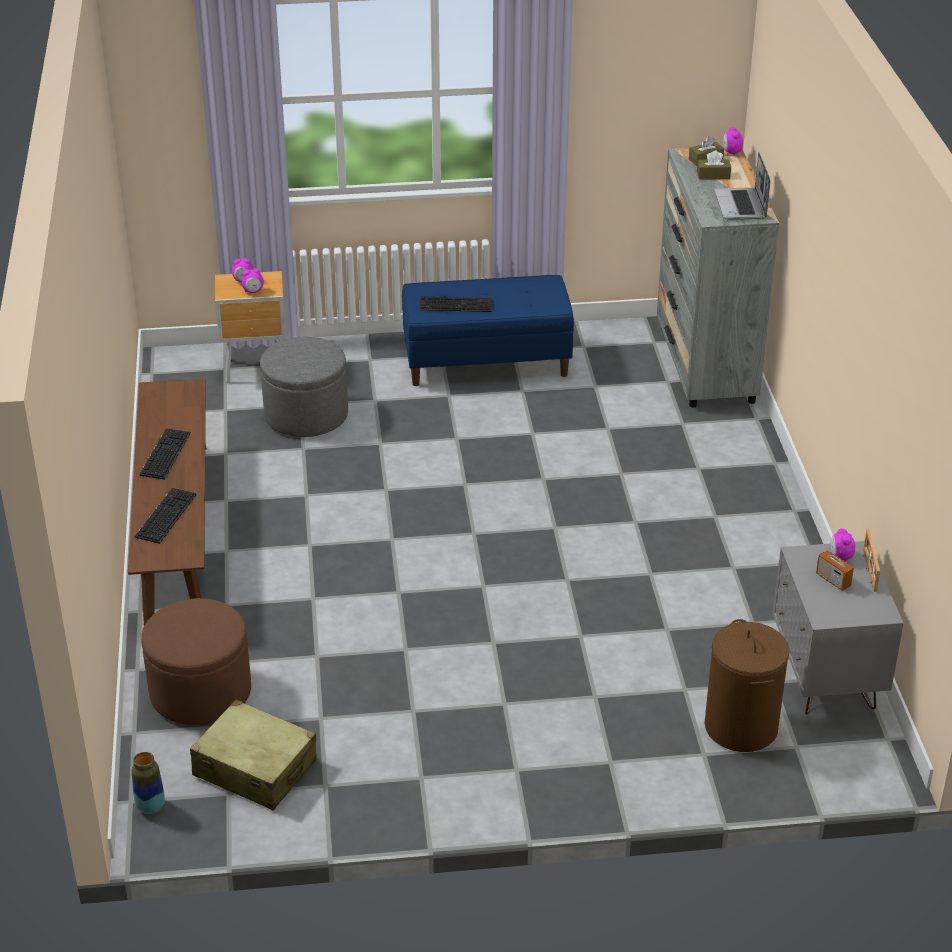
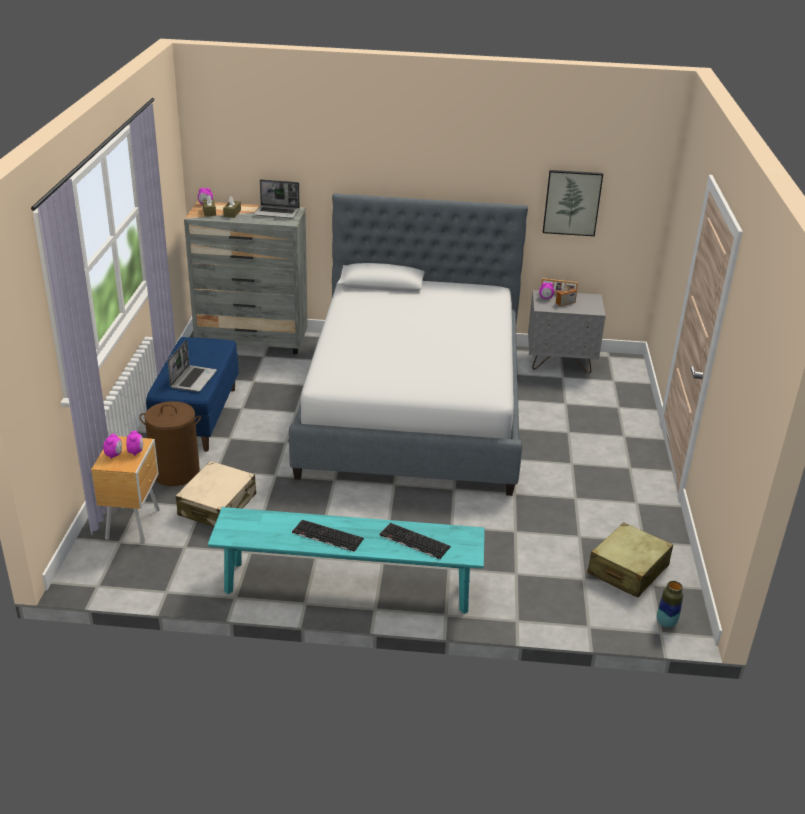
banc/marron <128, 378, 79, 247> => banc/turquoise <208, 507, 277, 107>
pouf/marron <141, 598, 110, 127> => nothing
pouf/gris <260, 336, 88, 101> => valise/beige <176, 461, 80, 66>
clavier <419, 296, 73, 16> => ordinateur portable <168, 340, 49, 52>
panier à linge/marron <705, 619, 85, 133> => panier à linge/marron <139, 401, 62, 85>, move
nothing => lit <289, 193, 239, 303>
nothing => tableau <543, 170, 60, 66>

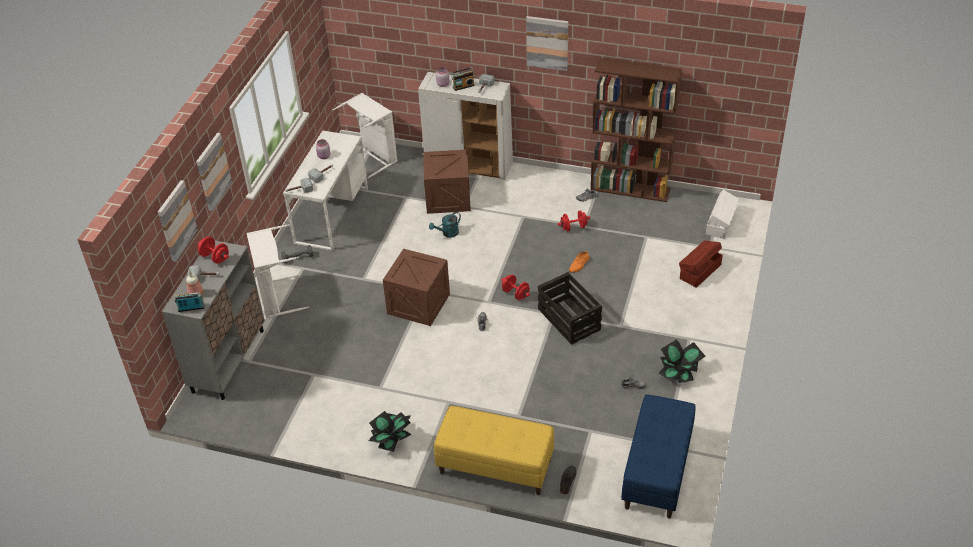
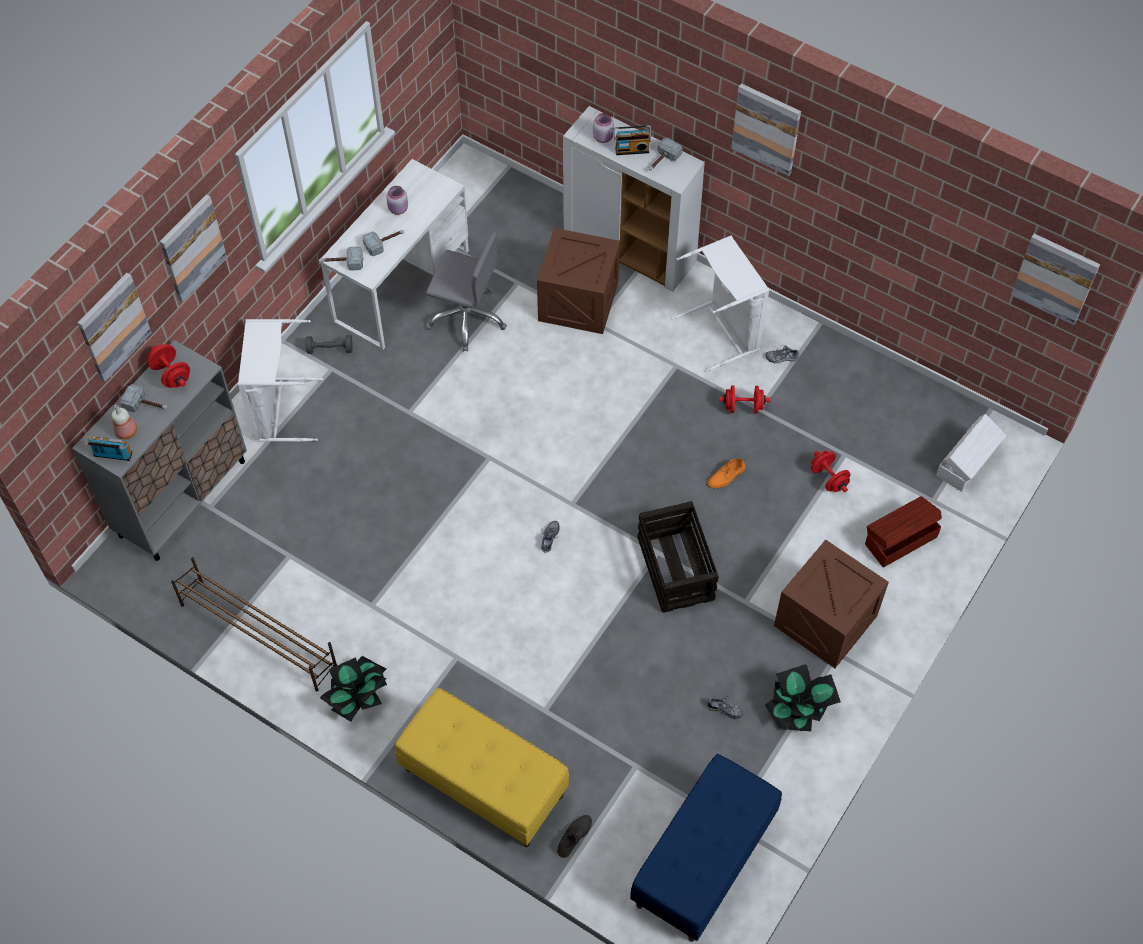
panier à linge/blanc <333, 93, 64, 85> => panier à linge/blanc <672, 235, 97, 137>, move
caisse <383, 249, 67, 77> => caisse <774, 540, 115, 128>, move
arrosoir/turquoise <429, 212, 32, 26> => nothing
haltère/rouge <502, 275, 28, 25> => haltère/rouge <811, 451, 39, 41>, move
bibliothèque/marron <591, 58, 91, 144> => nothing
nothing => étagère à chaussures/marron <171, 557, 166, 135>
nothing => chaise de bureau/gris <426, 232, 81, 119>
nothing => tableau <1011, 233, 89, 92>

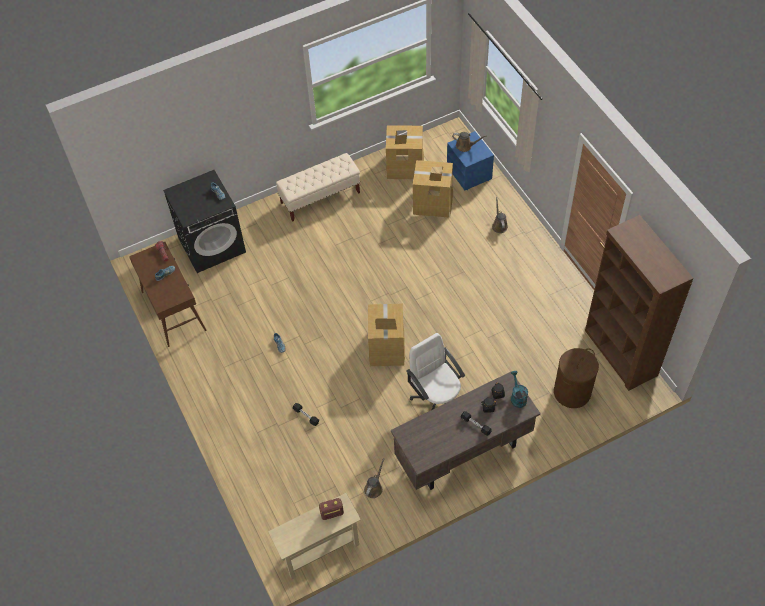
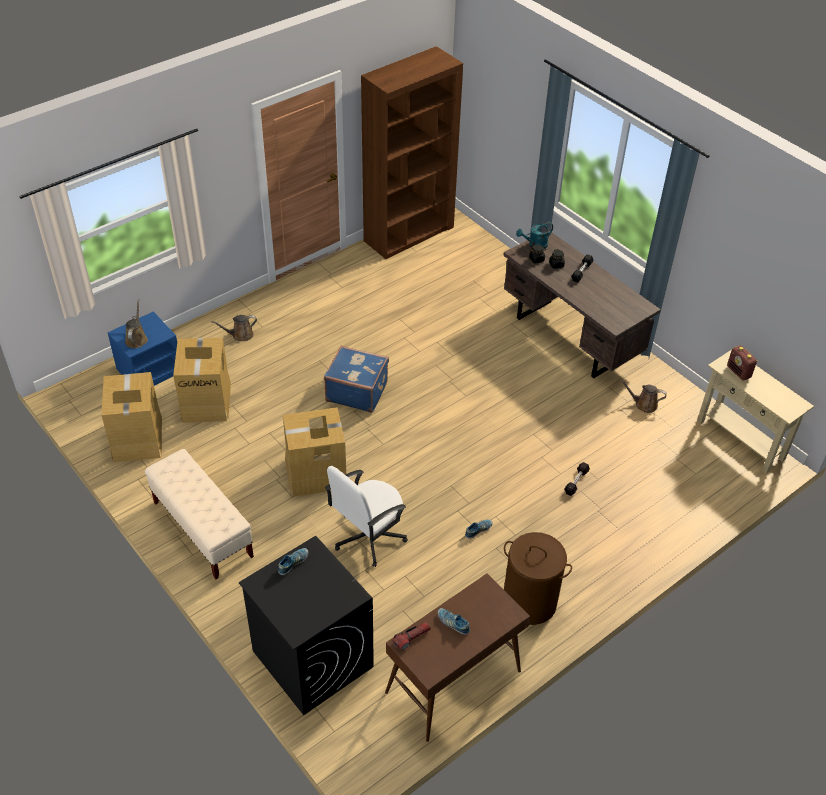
carton <368, 304, 37, 62> => carton <283, 407, 63, 90>, move
chaise de bureau/blanc <406, 333, 59, 77> => chaise de bureau/blanc <325, 466, 83, 101>, move
panier à linge/marron <554, 348, 45, 60> => panier à linge/marron <504, 532, 68, 93>, move
nothing => valise/bleu <324, 346, 65, 67>

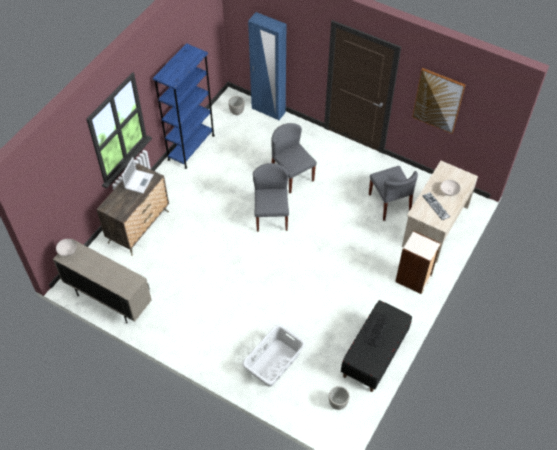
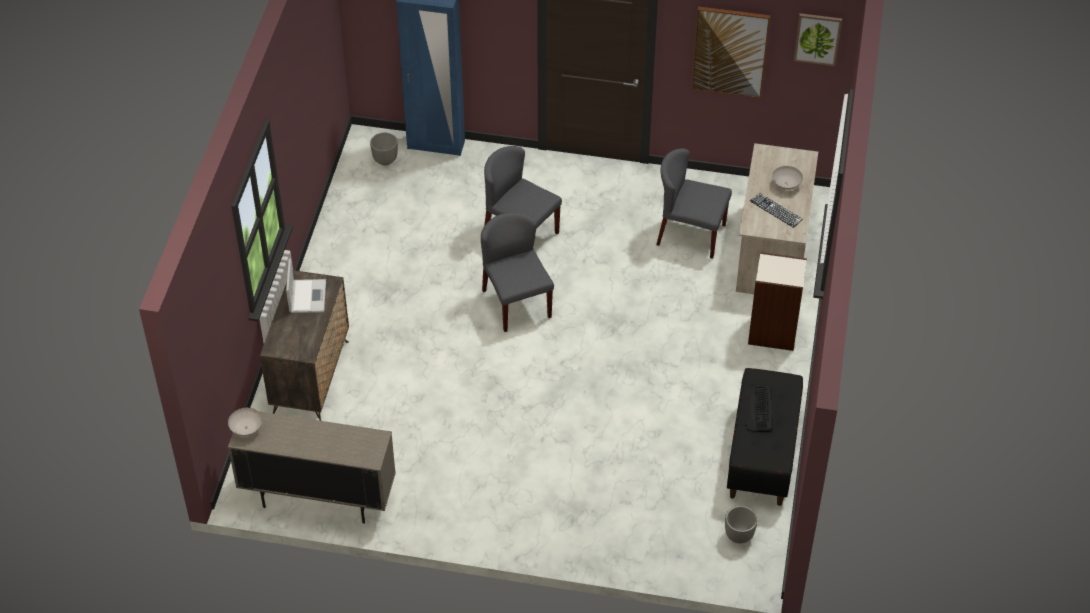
bibliothèque/bleu <153, 43, 62, 126> => nothing
panier à linge/gris <242, 324, 63, 63> => nothing
chaise/gris <369, 166, 49, 55> => chaise/gris <656, 148, 76, 111>, 150 degrees clockwise
nothing => tableau <794, 13, 48, 53>

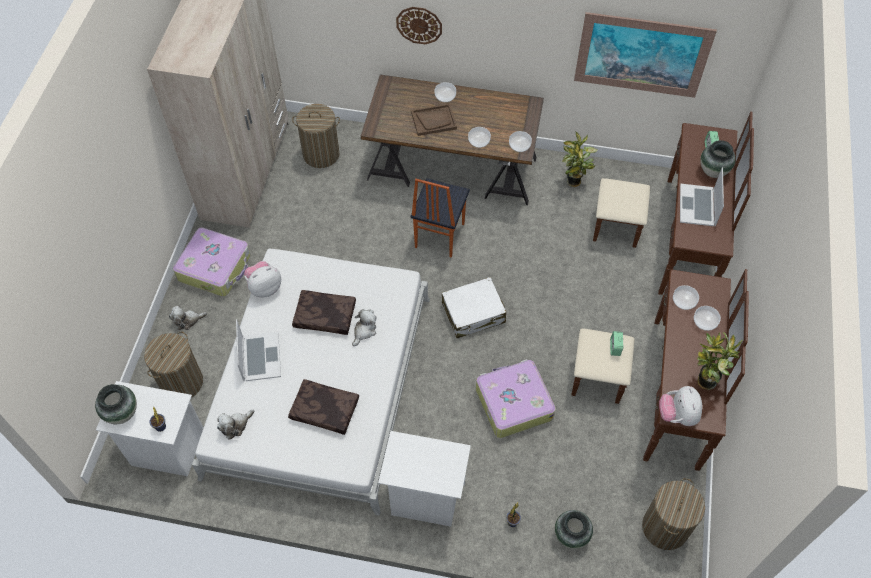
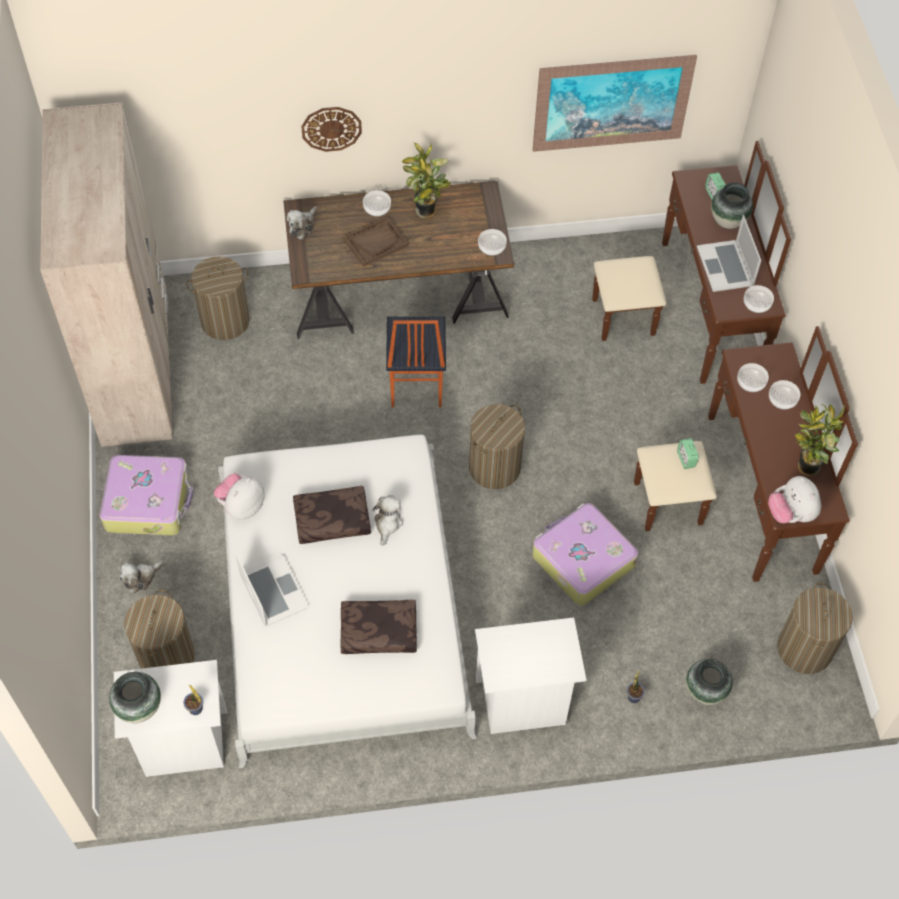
peluche <217, 410, 37, 30> => peluche <287, 206, 30, 34>, move
valise/blanc <442, 277, 64, 61> => panier à linge <469, 404, 56, 85>
bol <468, 127, 23, 21> => bol <744, 285, 30, 28>, move
plante en pot <562, 131, 36, 56> => plante en pot <402, 143, 49, 75>, move

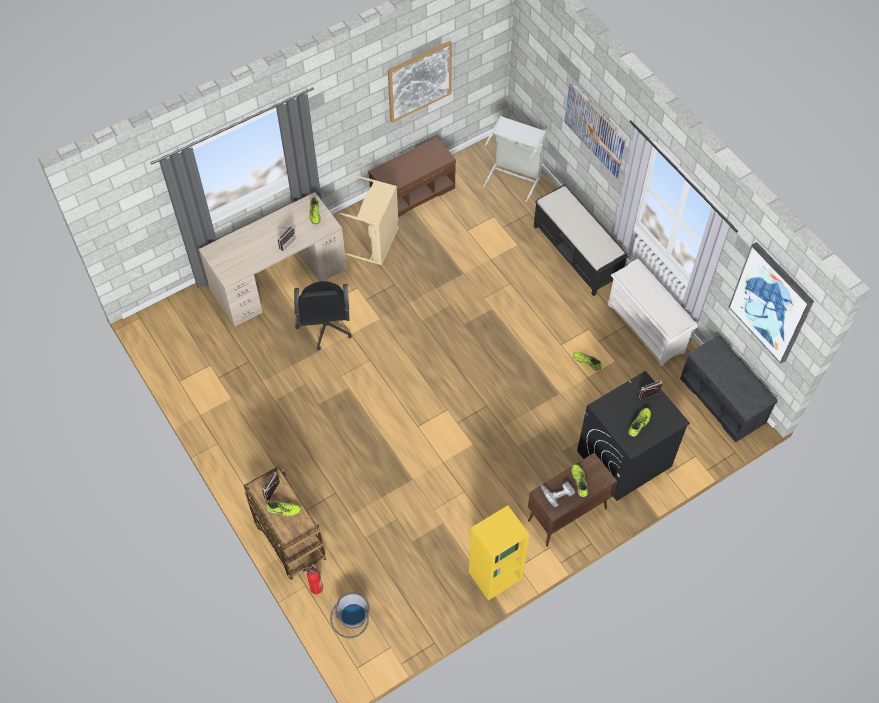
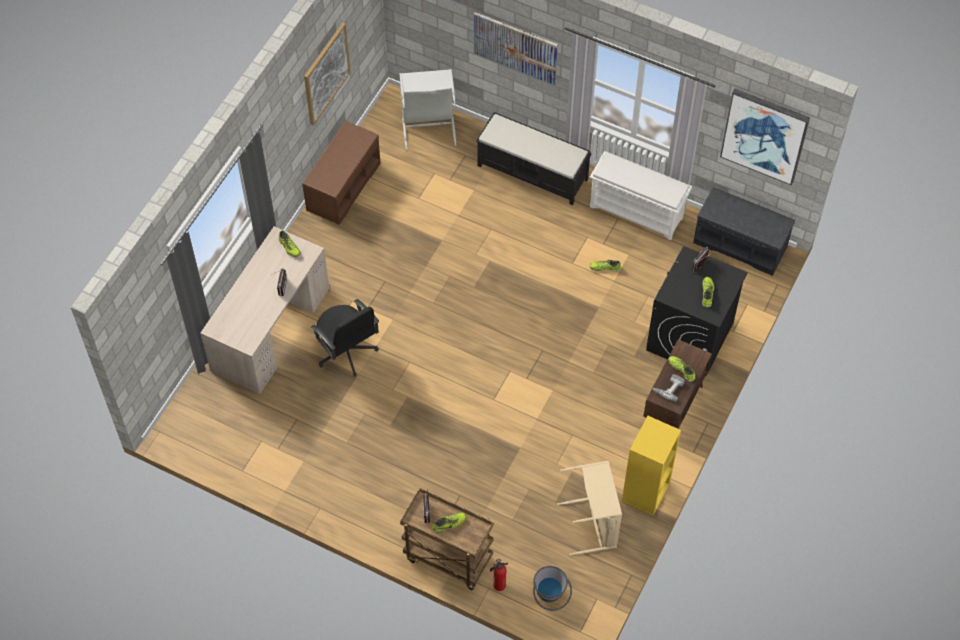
panier à linge/beige <339, 176, 60, 89> => panier à linge/beige <557, 461, 65, 94>, move

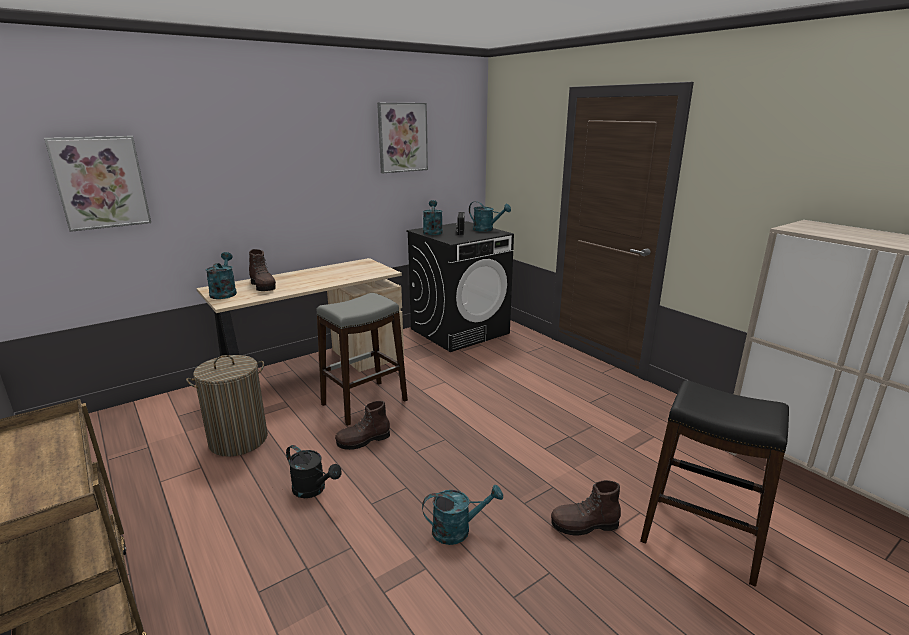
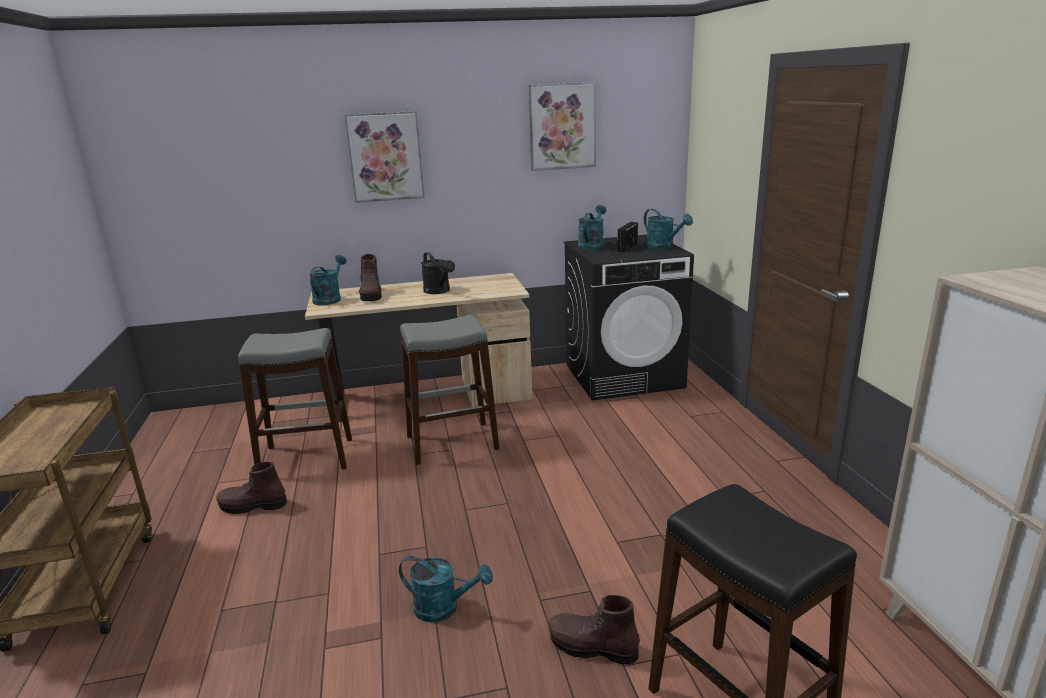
tableau <44, 136, 107, 96> => tableau <344, 111, 80, 92>, move
panier à linge <186, 355, 82, 102> => tabouret/gris <238, 328, 114, 141>
arrosoir/noir <286, 445, 56, 53> => arrosoir/noir <421, 252, 34, 42>, move
botte/marron <335, 401, 55, 49> => botte/marron <216, 462, 71, 52>, move

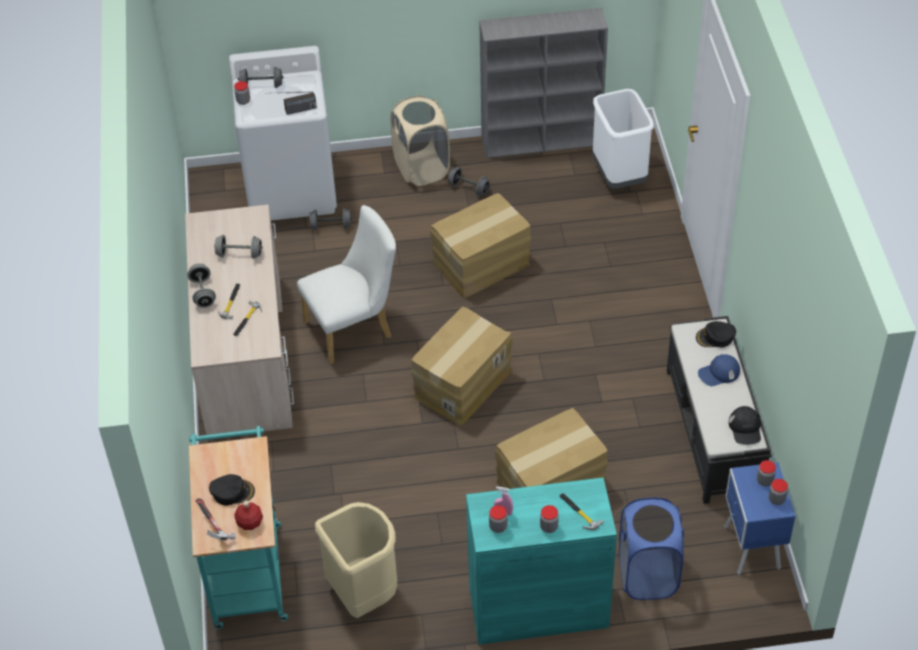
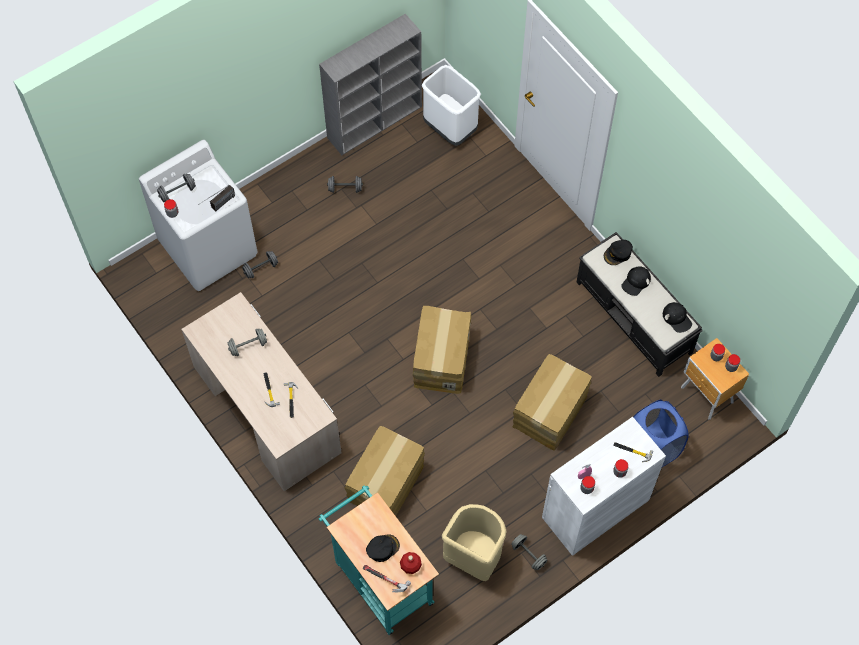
haltère/gris <188, 263, 28, 45> => haltère/gris <511, 534, 36, 36>, move
chaise/blanc <297, 205, 99, 159> => nothing
panier à linge/beige <390, 95, 60, 91> => nothing
carton <430, 193, 101, 105> => carton <345, 426, 80, 90>, move
meuble de rangement/turquoise <466, 477, 151, 168> => meuble de rangement/blanc <542, 417, 124, 139>
casquette/bleu <698, 354, 42, 32> => casquette/noir <621, 266, 30, 30>
table de chevet/bleu <724, 462, 72, 113> => table de chevet/marron <681, 338, 68, 82>

